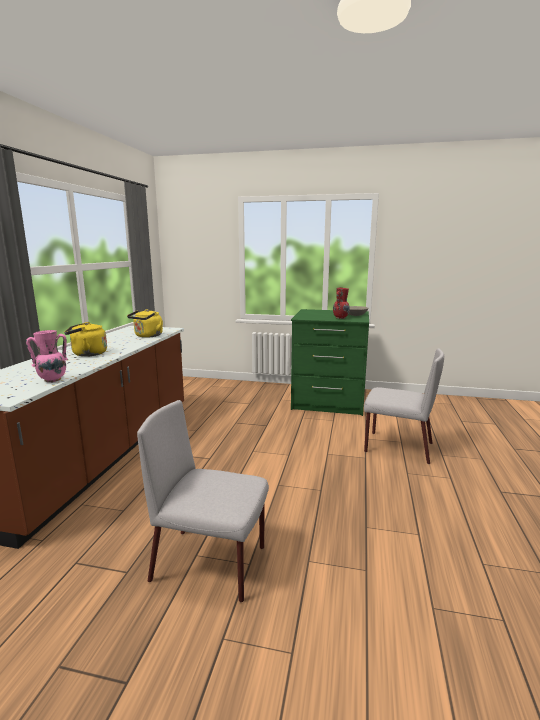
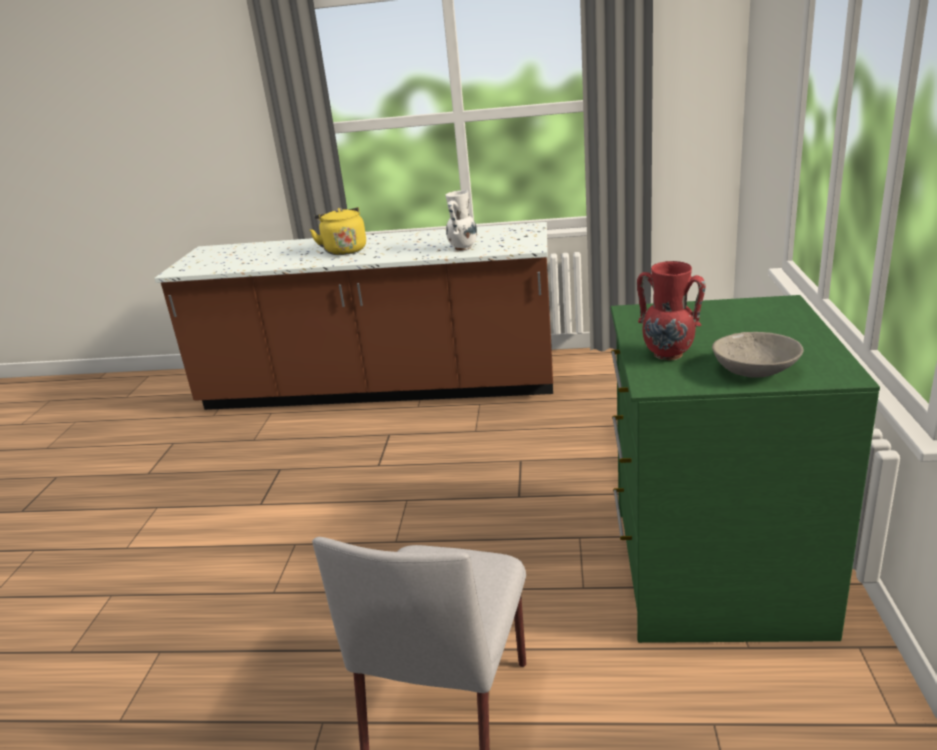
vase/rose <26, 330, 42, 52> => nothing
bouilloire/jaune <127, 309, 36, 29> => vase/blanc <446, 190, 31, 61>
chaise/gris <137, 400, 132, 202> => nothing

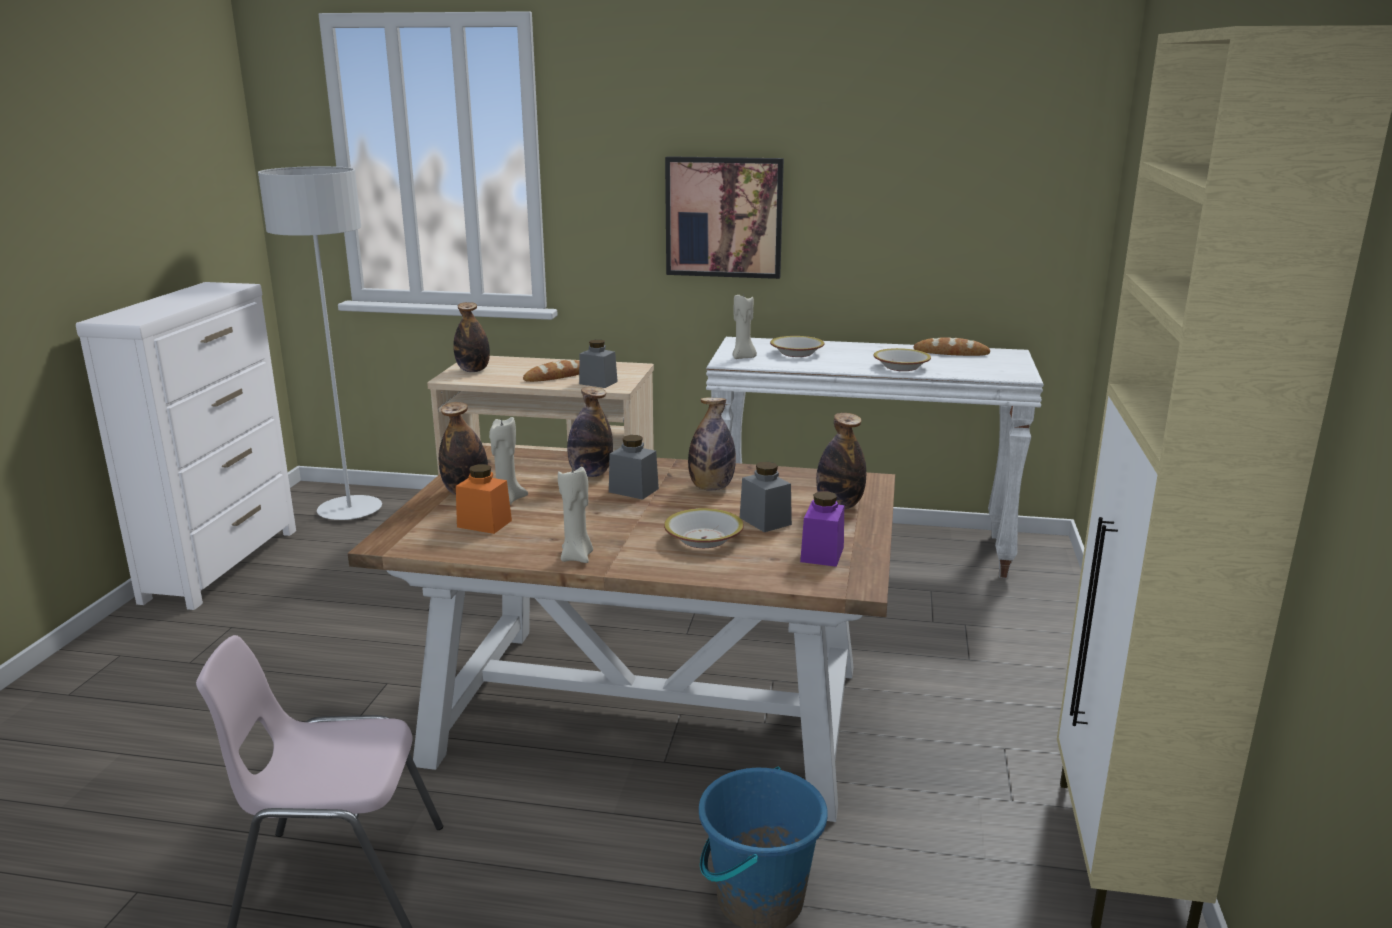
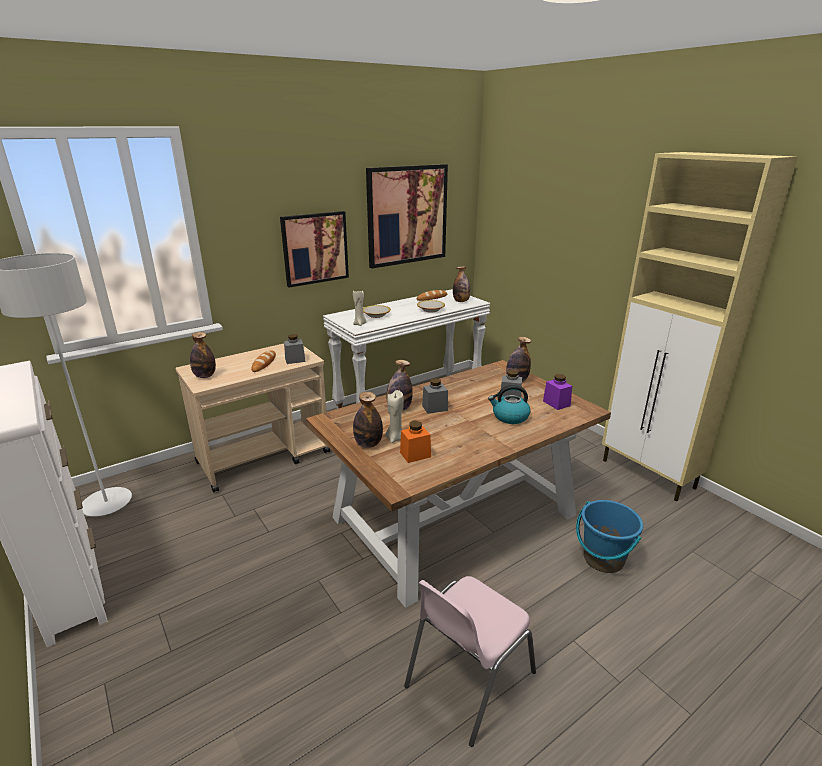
bougie/beige <558, 466, 35, 97> => nothing
bol <664, 508, 80, 40> => bouilloire <488, 385, 42, 39>
bouteille <688, 398, 48, 92> => bouteille <453, 266, 18, 36>, move
nothing => tableau <366, 164, 82, 105>

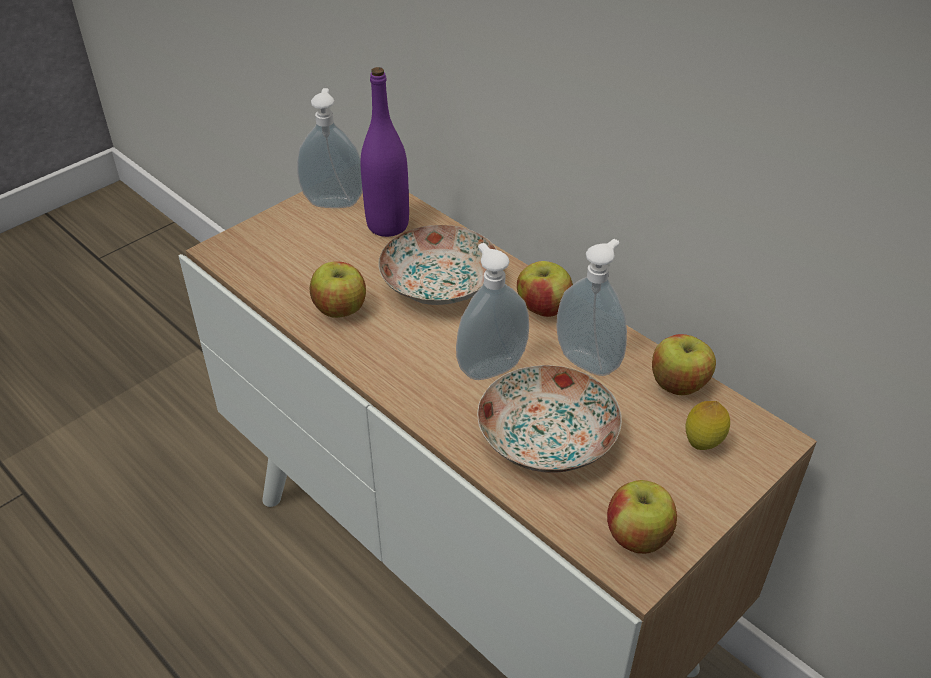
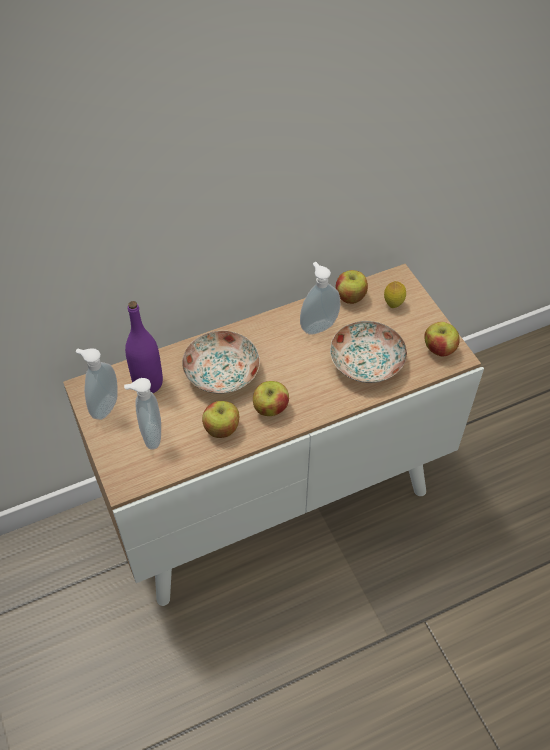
distributeur de savon <456, 243, 73, 137> => distributeur de savon <124, 378, 37, 72>, move
pomme <517, 261, 56, 56> => pomme <253, 381, 36, 35>, move

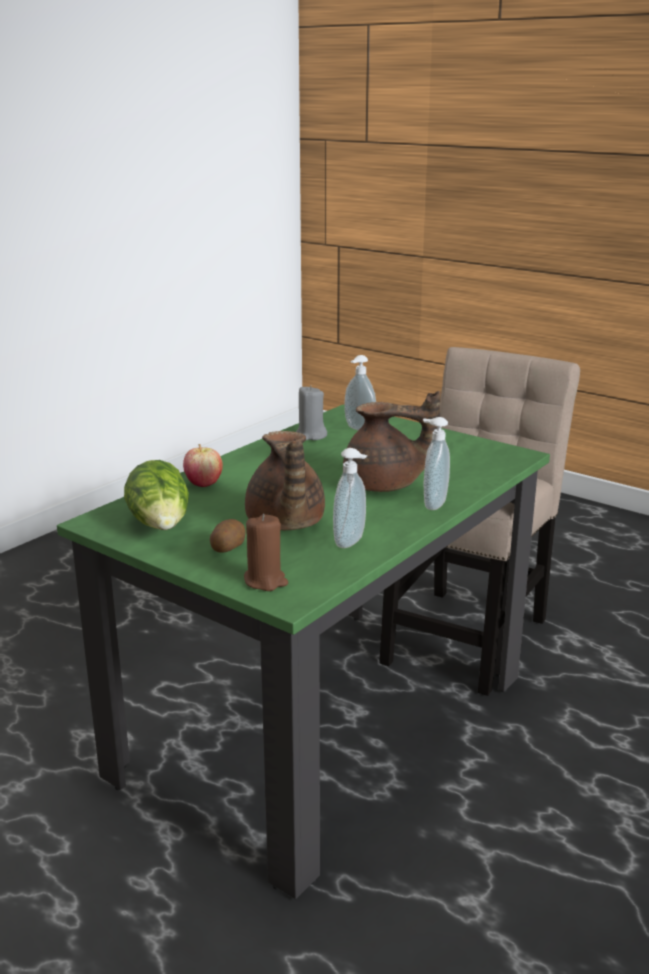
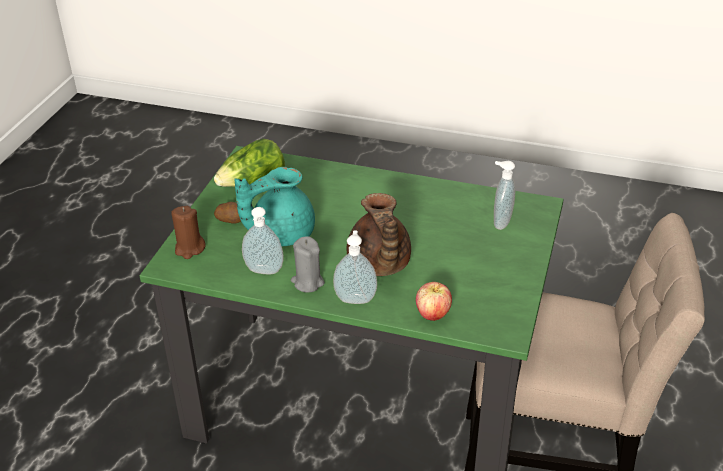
pomme <183, 444, 40, 43> => pomme <416, 282, 36, 39>, move
théière/marron <245, 431, 80, 99> => théière/turquoise <234, 167, 81, 79>
bougie/gris <296, 385, 31, 56> => bougie/gris <291, 236, 33, 56>, move

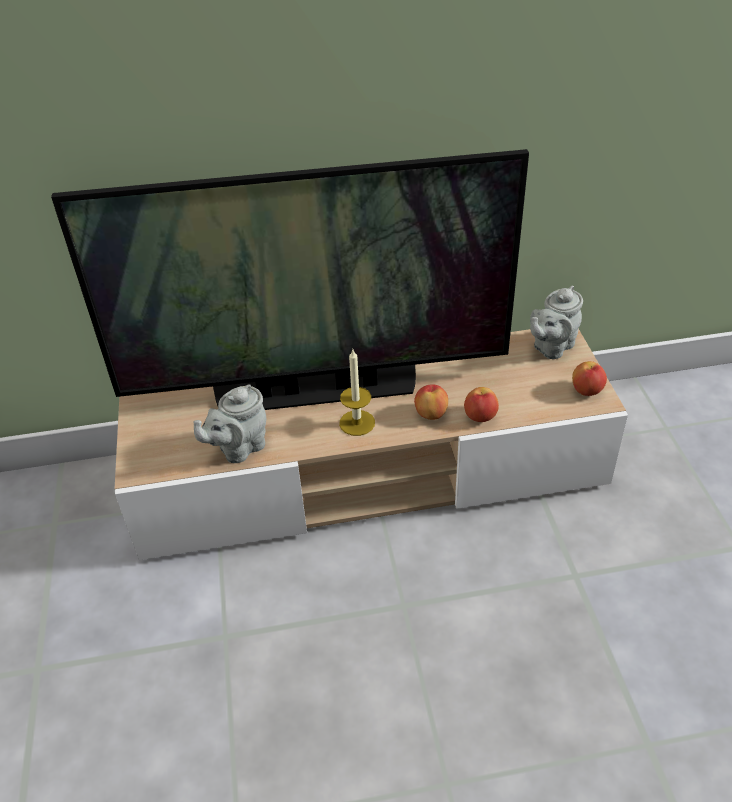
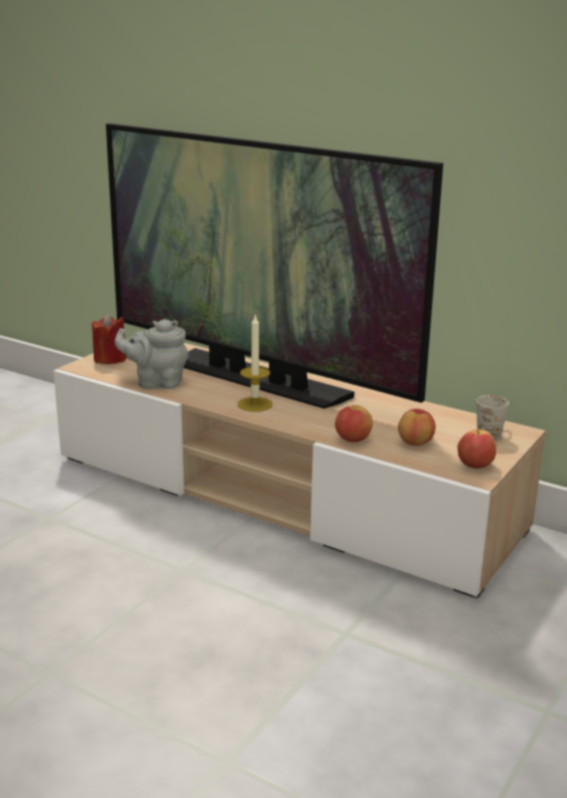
pomme <414, 384, 34, 36> => pomme <398, 408, 38, 38>, move
théière/gris <530, 285, 53, 74> => mug/blanc <476, 395, 33, 45>
nothing => bougie/rouge <92, 313, 34, 51>

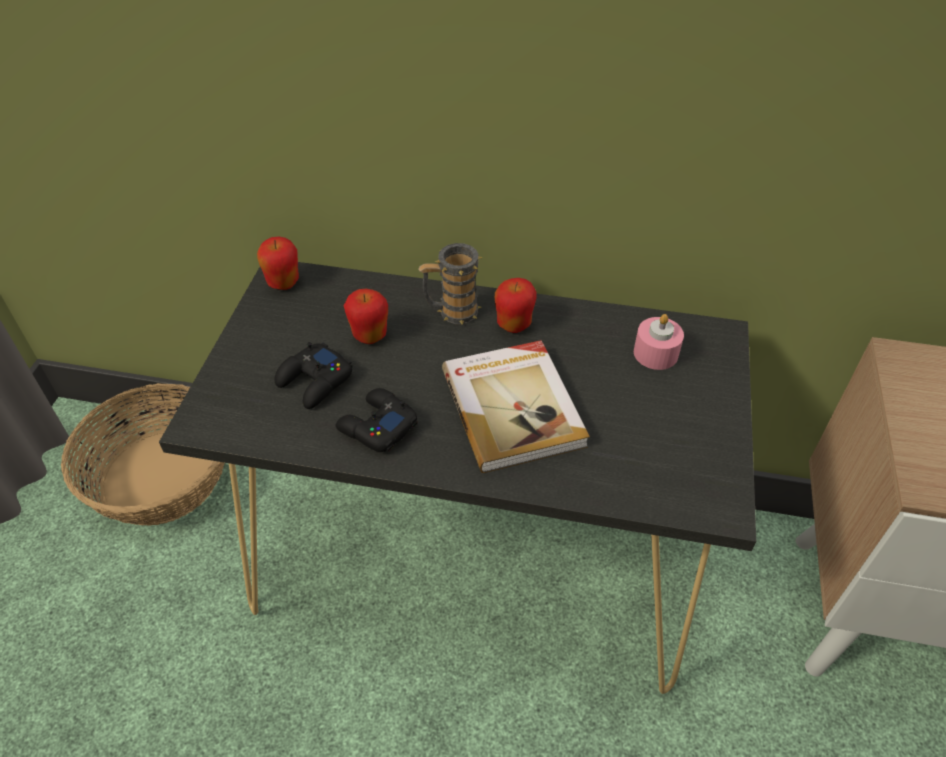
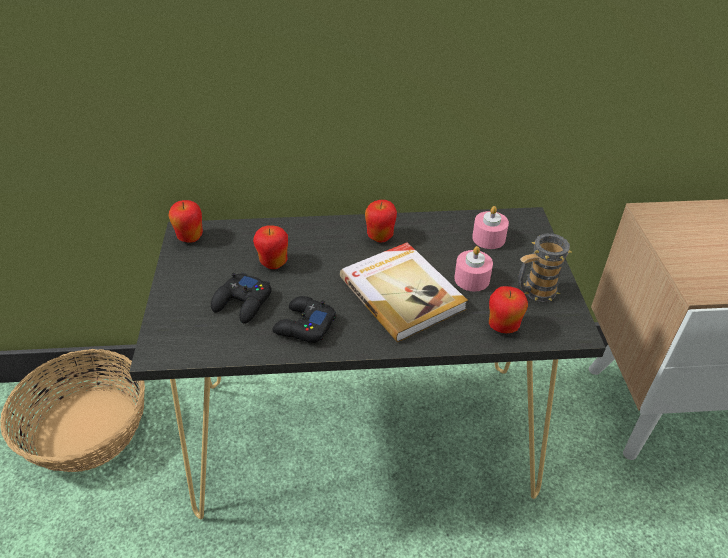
mug <419, 243, 64, 81> => mug <518, 233, 54, 69>, move
nothing => bougie/rose <454, 246, 39, 46>
nothing => pomme <489, 286, 39, 47>

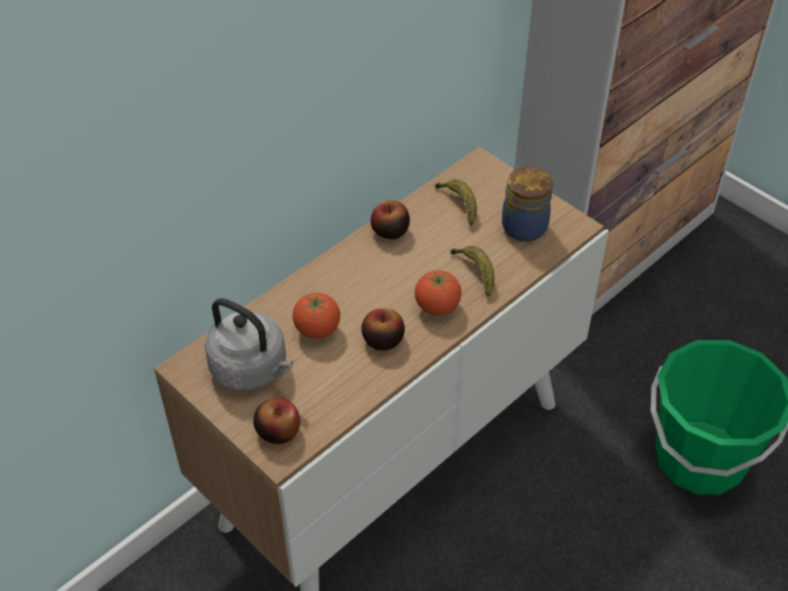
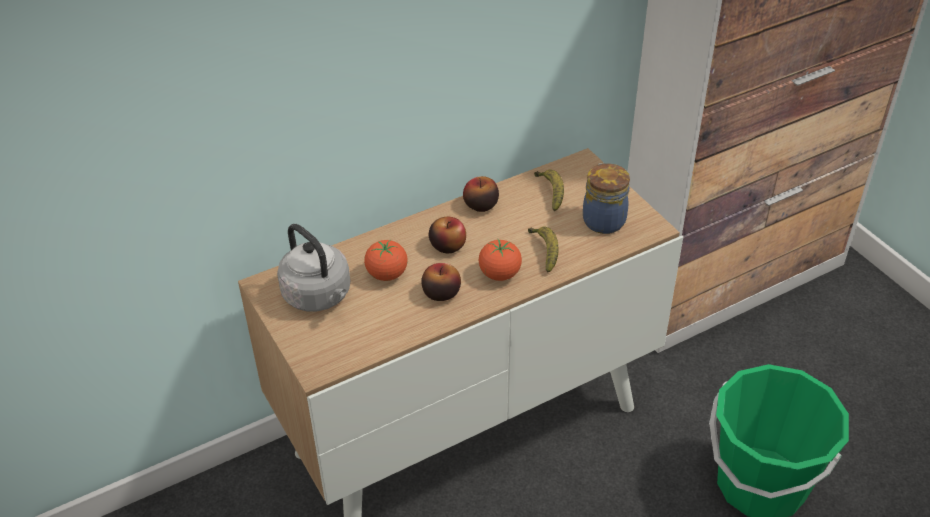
pomme <253, 398, 47, 46> => pomme <429, 217, 37, 36>, move

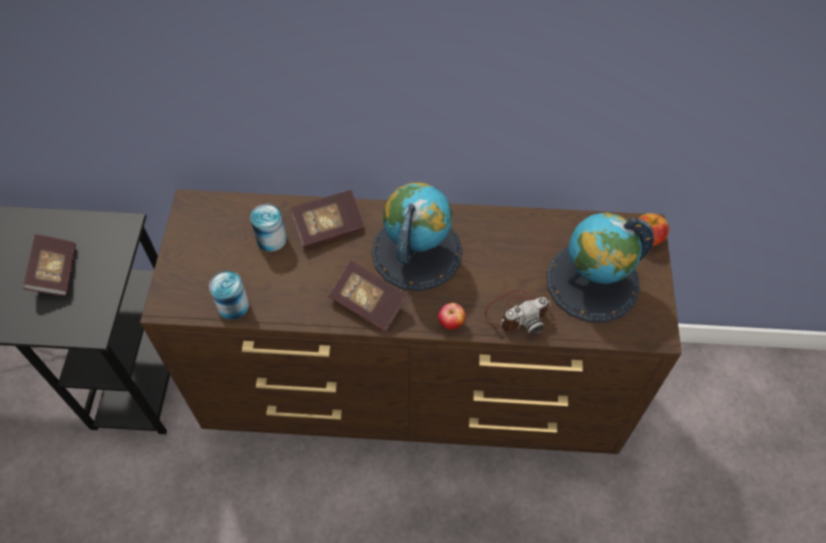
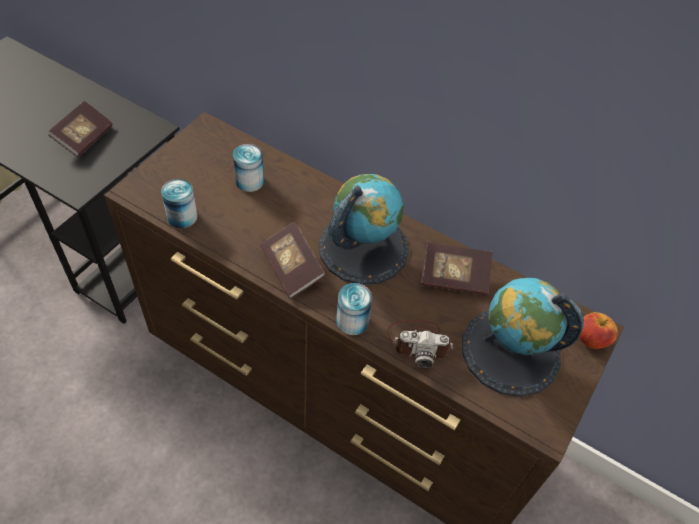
livre <290, 190, 74, 58> => livre <421, 242, 72, 53>, move
pomme <438, 303, 28, 27> => boîte métallique <336, 283, 36, 52>

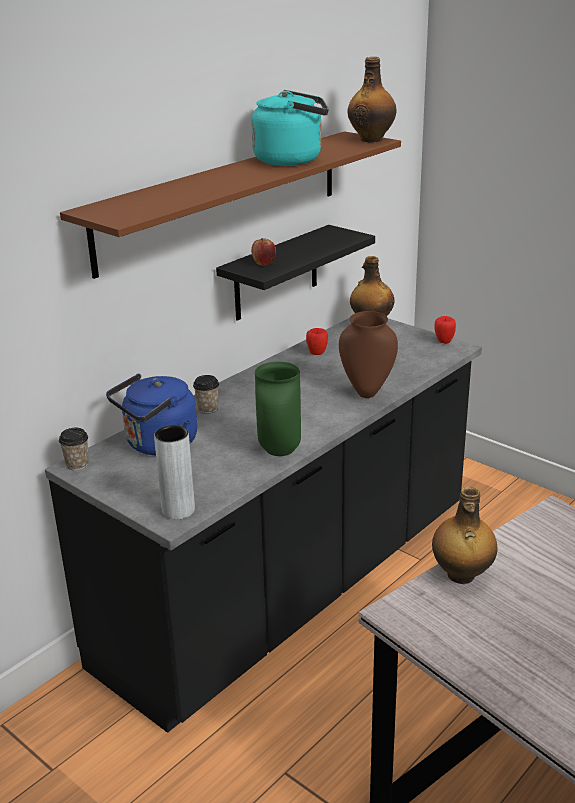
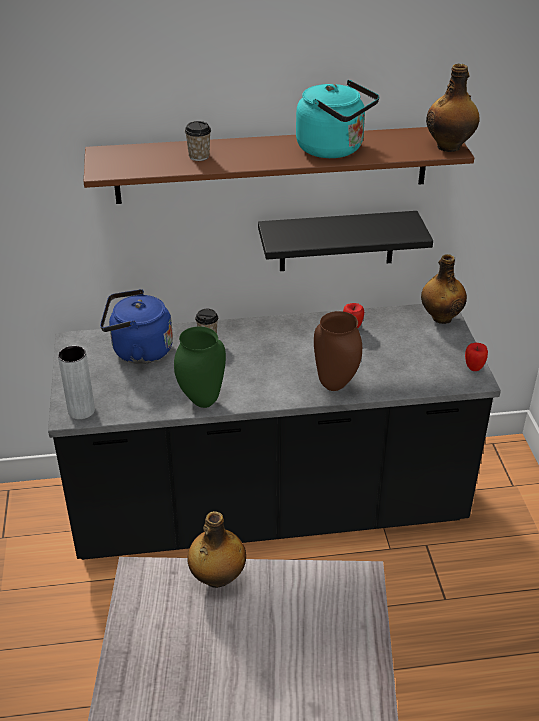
tasse <59, 428, 30, 42> => tasse <185, 121, 26, 40>, move
pomme <251, 238, 25, 28> => nothing

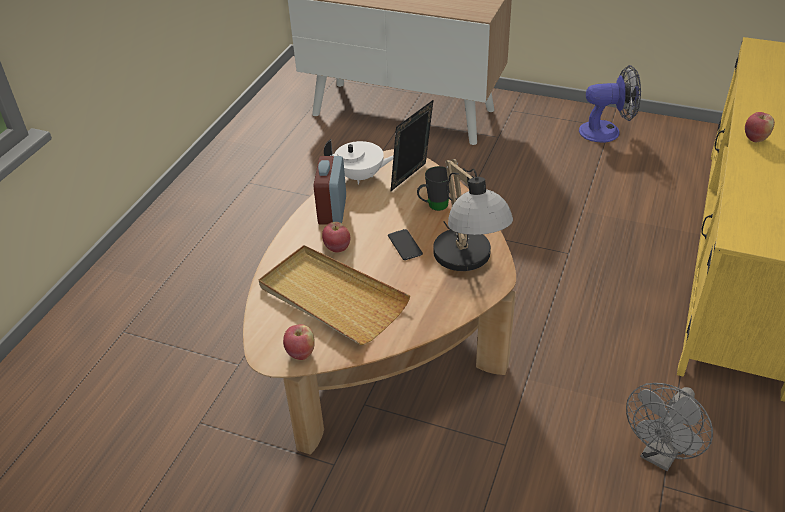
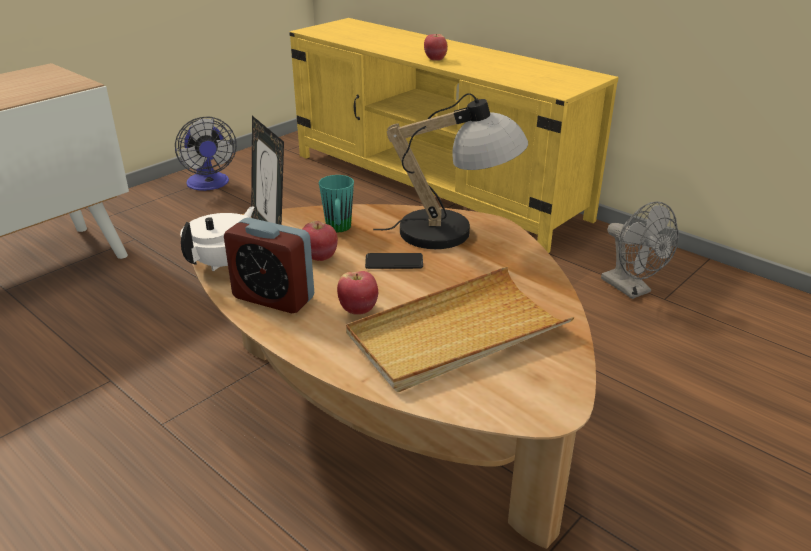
pomme <283, 324, 32, 36> => pomme <302, 221, 36, 40>, move
mug/noir <417, 166, 33, 45> => mug/turquoise <319, 175, 35, 57>
ventilateur <579, 65, 62, 78> => ventilateur <175, 116, 62, 75>, 135 degrees clockwise

